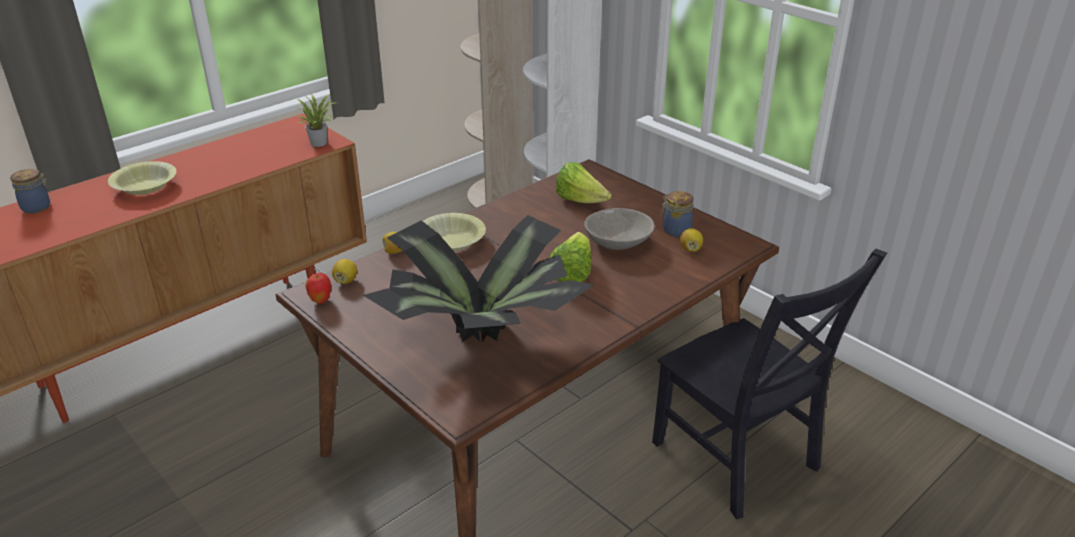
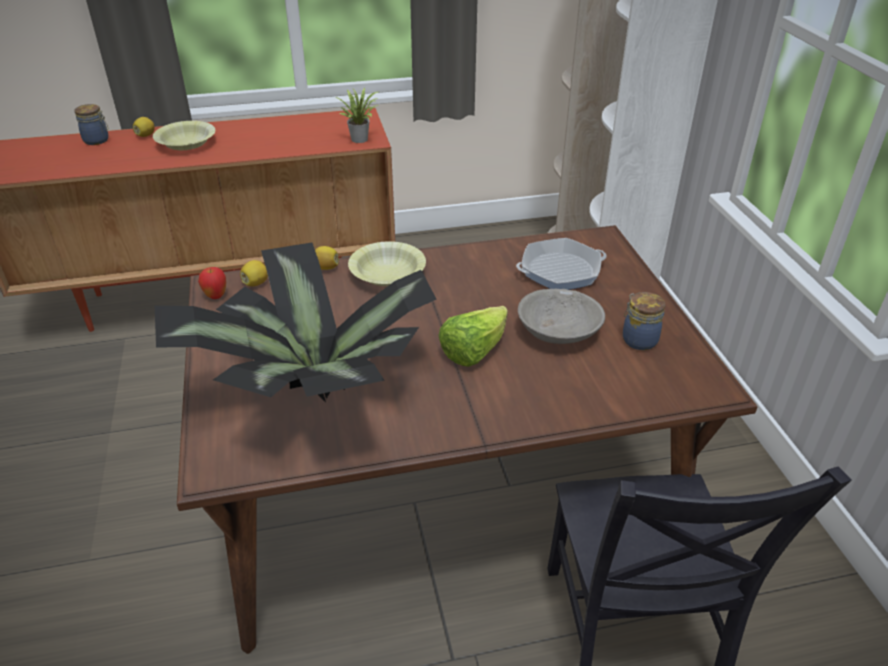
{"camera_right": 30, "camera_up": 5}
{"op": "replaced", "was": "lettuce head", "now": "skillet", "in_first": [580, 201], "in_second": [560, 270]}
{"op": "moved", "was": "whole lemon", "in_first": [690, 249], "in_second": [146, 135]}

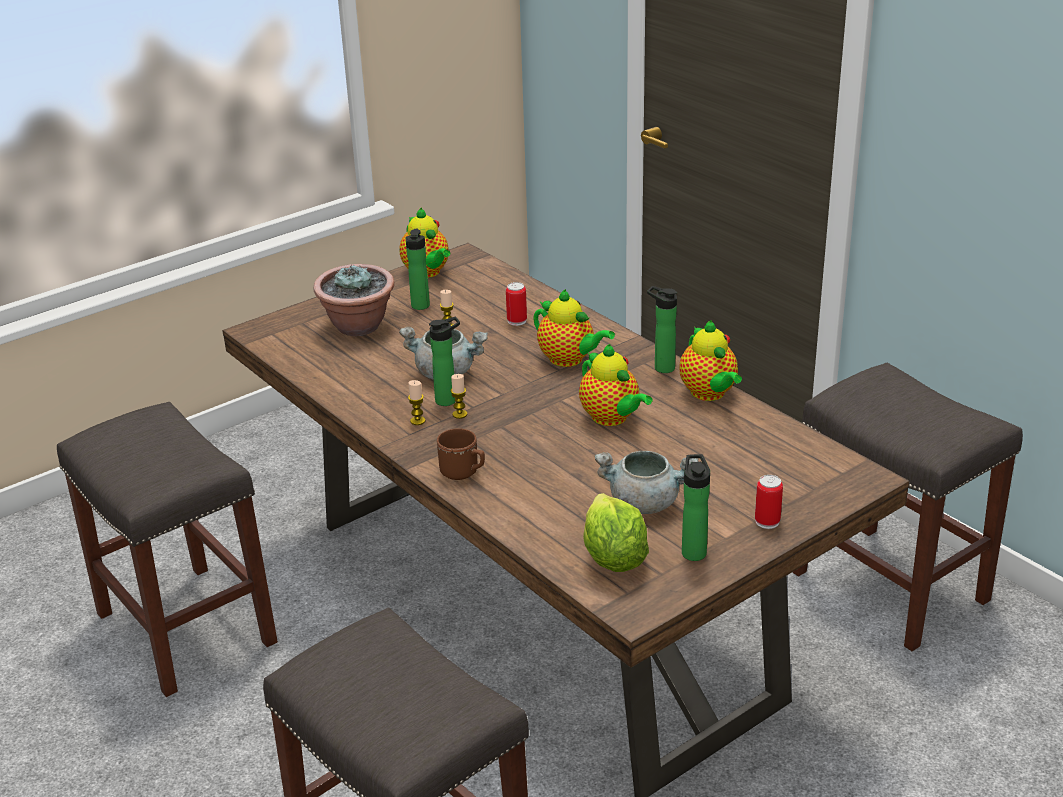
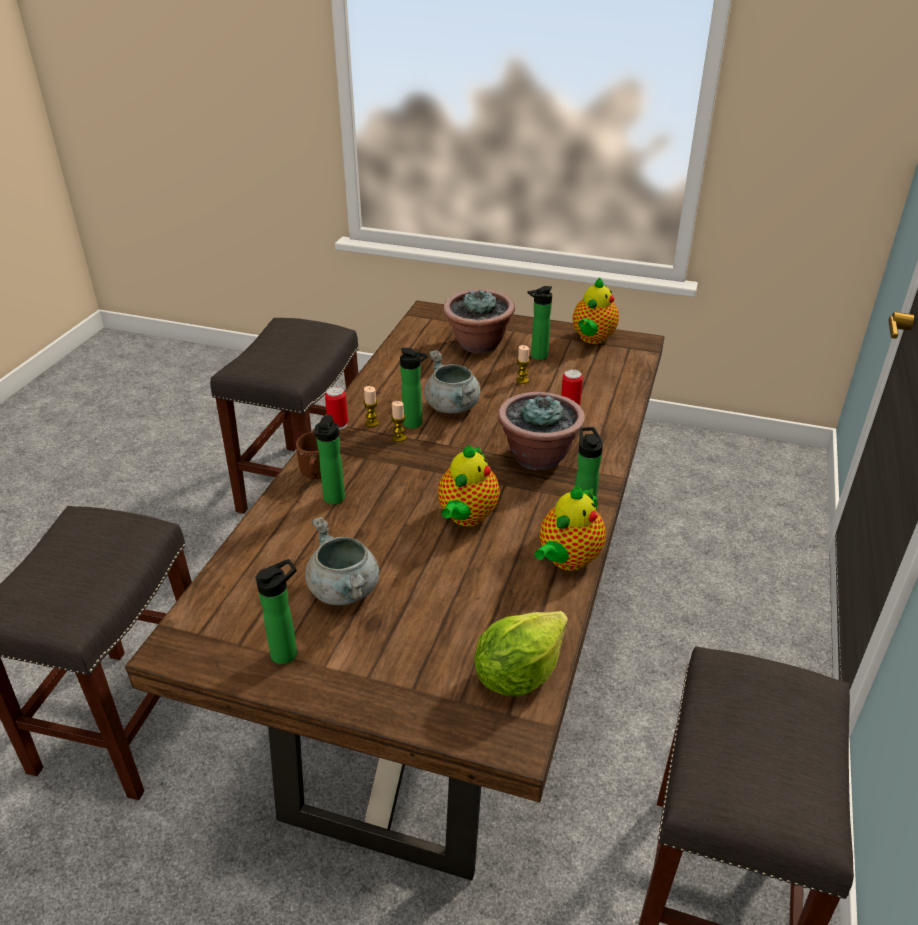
{"camera_right": 55, "camera_up": 5}
{"op": "replaced", "was": "teapot", "now": "plant in a pot", "in_first": [569, 360], "in_second": [538, 457]}
{"op": "moved", "was": "lettuce head", "in_first": [613, 558], "in_second": [518, 673]}
{"op": "moved", "was": "can", "in_first": [767, 521], "in_second": [338, 424]}
{"op": "added", "now": "bottle", "in_second": [333, 500]}

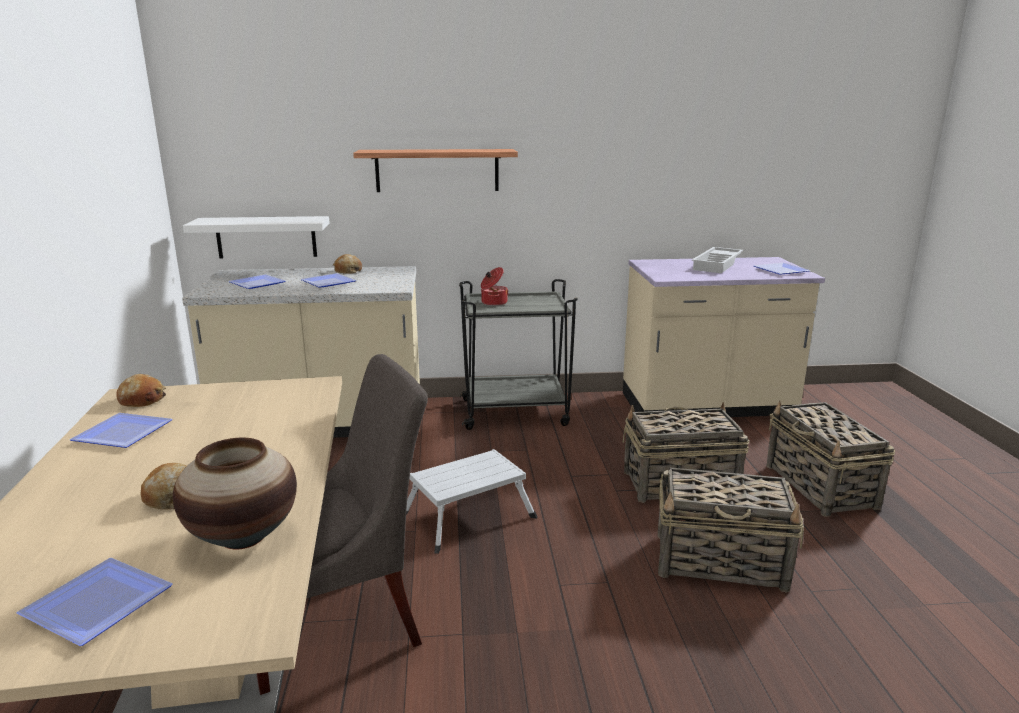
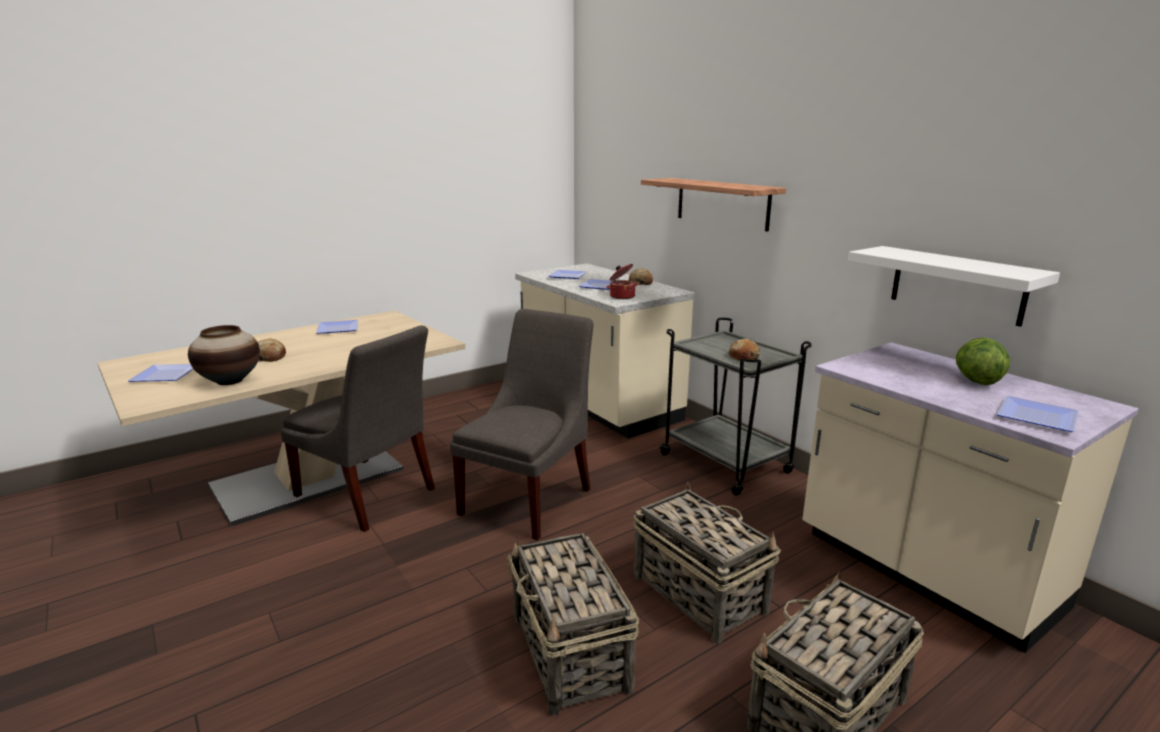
{"camera_right": 60, "camera_up": 0}
{"op": "moved", "was": "bakery bread", "in_first": [142, 399], "in_second": [744, 357]}
{"op": "moved", "was": "bracket shelf (white-coloured)", "in_first": [266, 237], "in_second": [957, 285]}
{"op": "replaced", "was": "step ladder (white-coloured)", "now": "plain chair (grey)", "in_first": [469, 515], "in_second": [530, 498]}
{"op": "moved", "was": "stockpot", "in_first": [493, 302], "in_second": [621, 296]}
{"op": "replaced", "was": "tray (white-coloured)", "now": "lettuce head", "in_first": [718, 265], "in_second": [975, 381]}

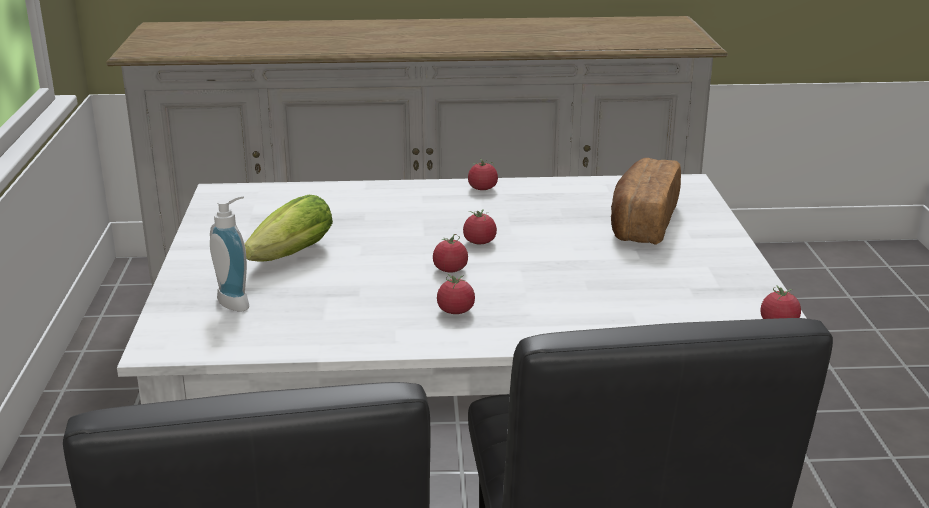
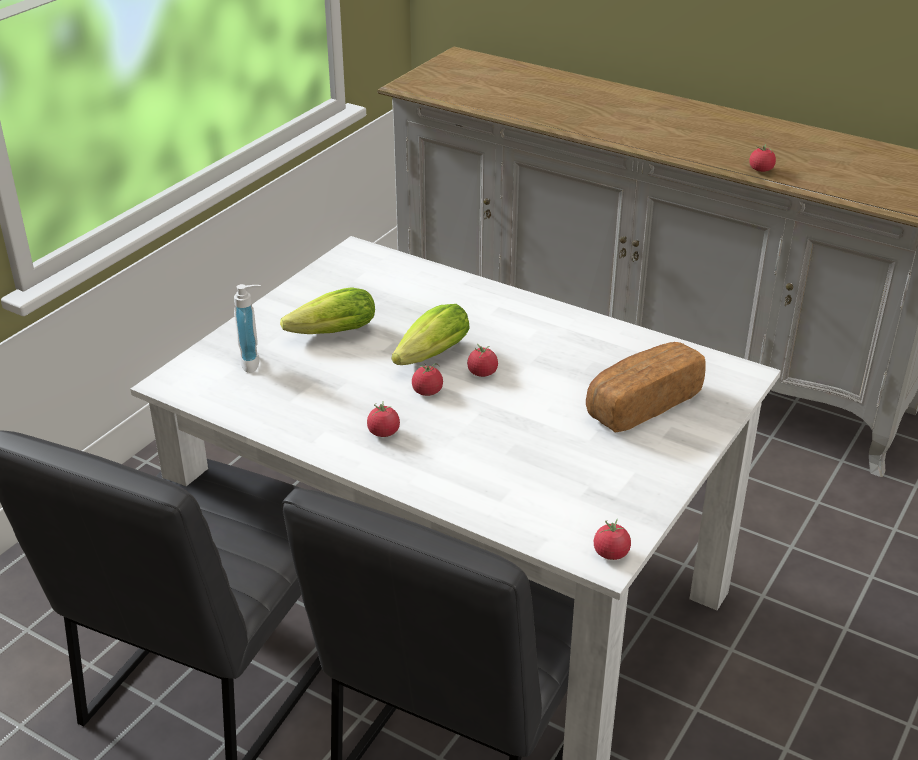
{"camera_right": 35, "camera_up": 10}
{"op": "moved", "was": "whole tomato", "in_first": [482, 189], "in_second": [761, 170]}
{"op": "added", "now": "lettuce head", "in_second": [428, 358]}

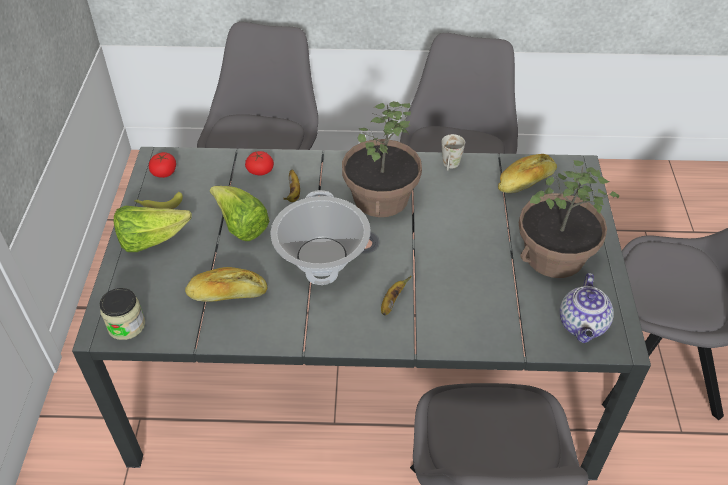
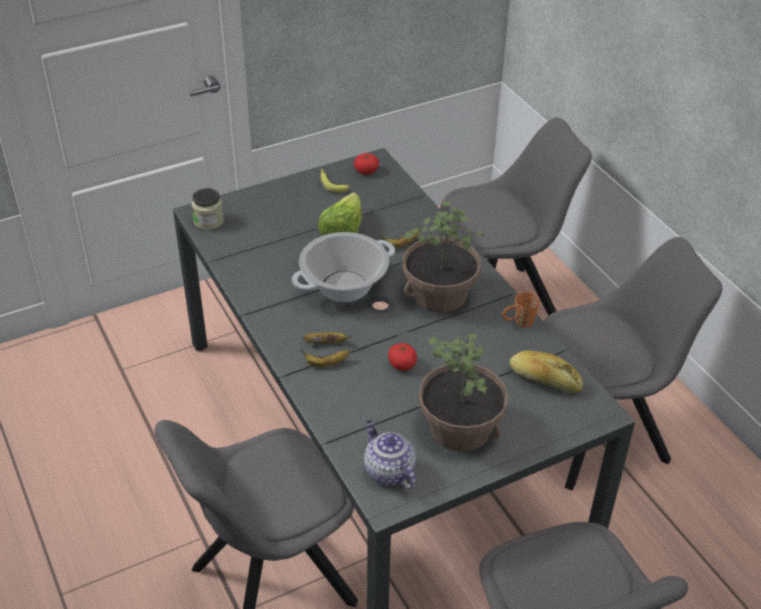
{"camera_right": 60, "camera_up": -5}
{"op": "removed", "was": "lettuce head", "in_first": [151, 240]}
{"op": "removed", "was": "bakery bread", "in_first": [227, 294]}
{"op": "moved", "was": "whole tomato", "in_first": [260, 170], "in_second": [402, 364]}
{"op": "recoloured", "was": "mug (white-coloured)", "now": "mug (orange-coloured)", "in_first": [450, 166], "in_second": [518, 322]}
{"op": "turned", "was": "teapot", "in_first": [583, 325], "in_second": [388, 471], "clockwise": 75}
{"op": "added", "now": "banana fruit", "in_second": [326, 363]}

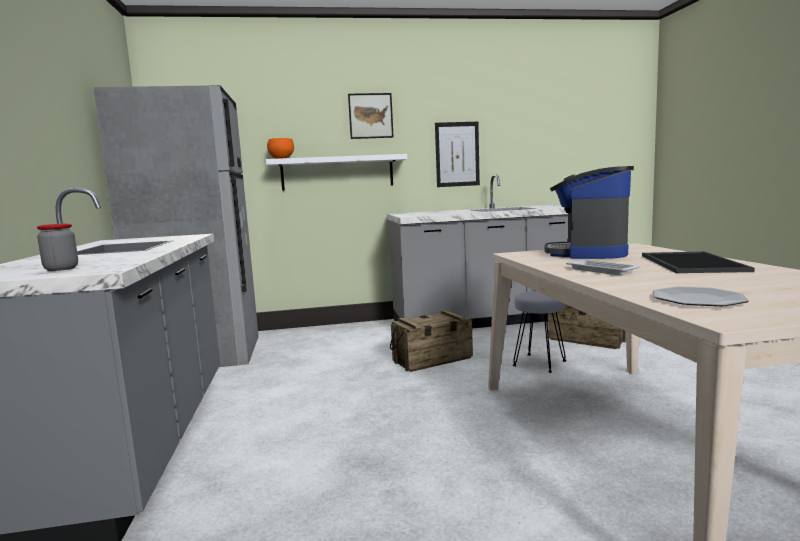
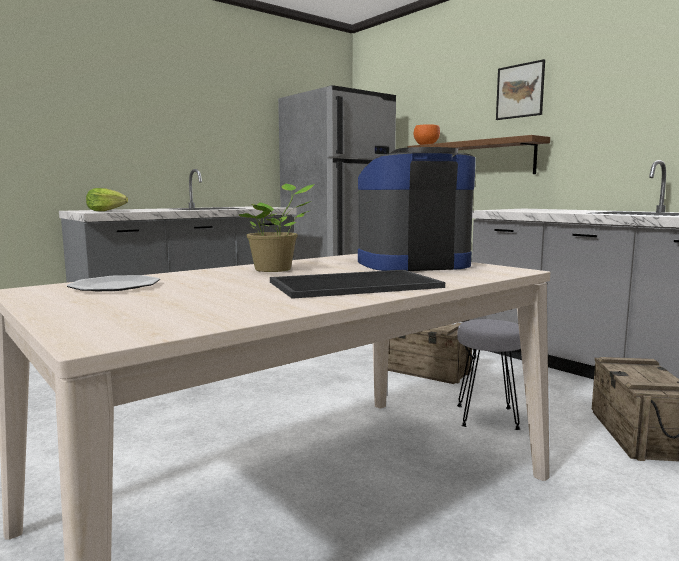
{"camera_right": 60, "camera_up": 0}
{"op": "replaced", "was": "storage jar", "now": "lettuce head", "in_first": [61, 269], "in_second": [106, 211]}
{"op": "recoloured", "was": "bracket shelf (white-coloured)", "now": "bracket shelf (brownish)", "in_first": [337, 173], "in_second": [481, 159]}
{"op": "removed", "was": "wall picture", "in_first": [457, 154]}
{"op": "replaced", "was": "tray (white-coloured)", "now": "plant in a pot", "in_first": [600, 270], "in_second": [276, 269]}

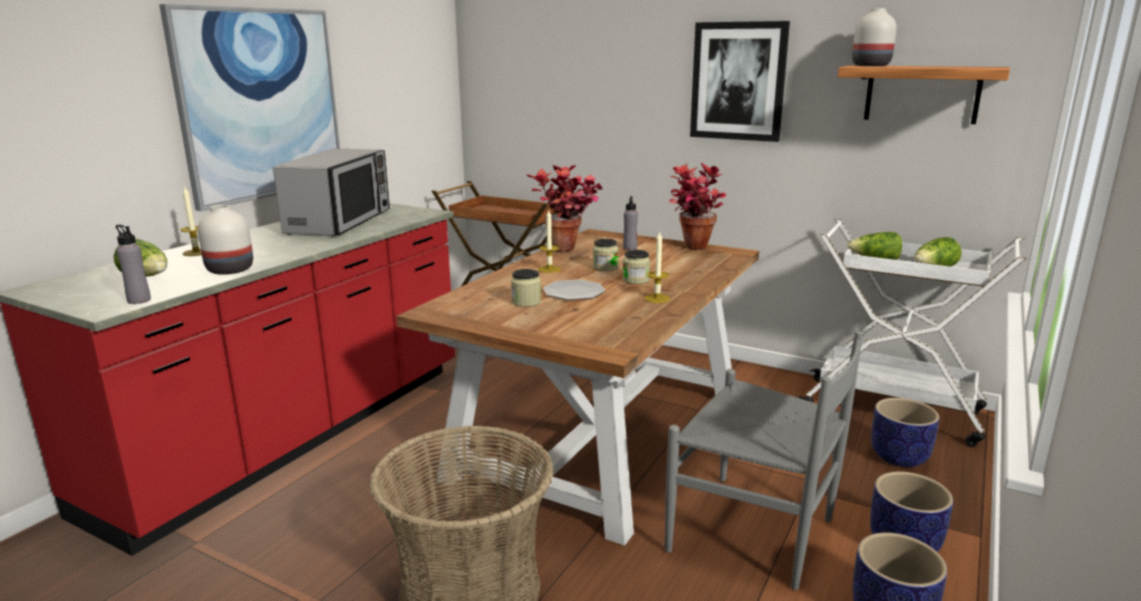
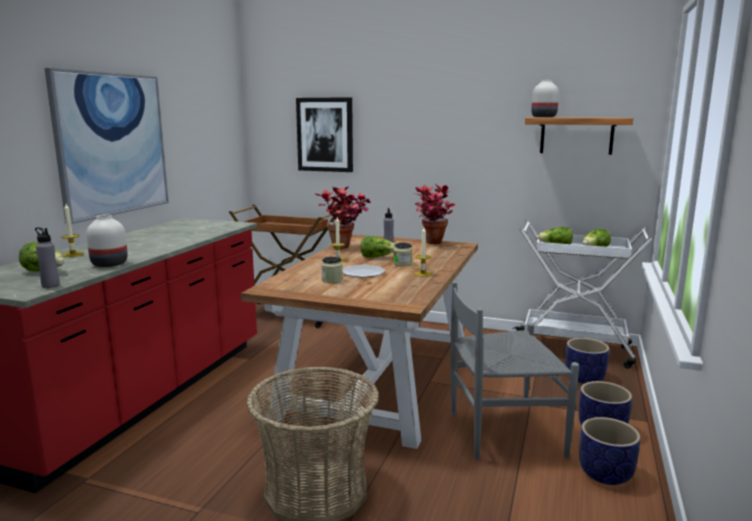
{"camera_right": -10, "camera_up": -5}
{"op": "removed", "was": "microwave oven", "in_first": [340, 222]}
{"op": "replaced", "was": "storage jar", "now": "lettuce head", "in_first": [605, 267], "in_second": [377, 257]}
{"op": "turned", "was": "plain chair (grey)", "in_first": [754, 533], "in_second": [503, 432], "clockwise": 150}
{"op": "moved", "was": "wall picture", "in_first": [738, 81], "in_second": [325, 134]}

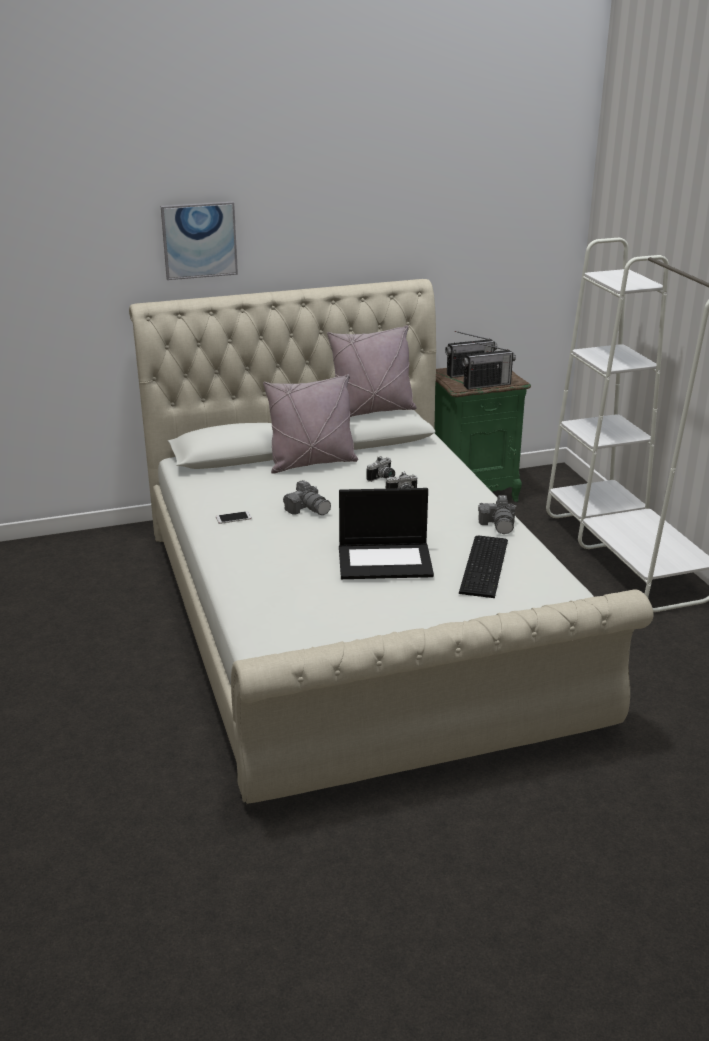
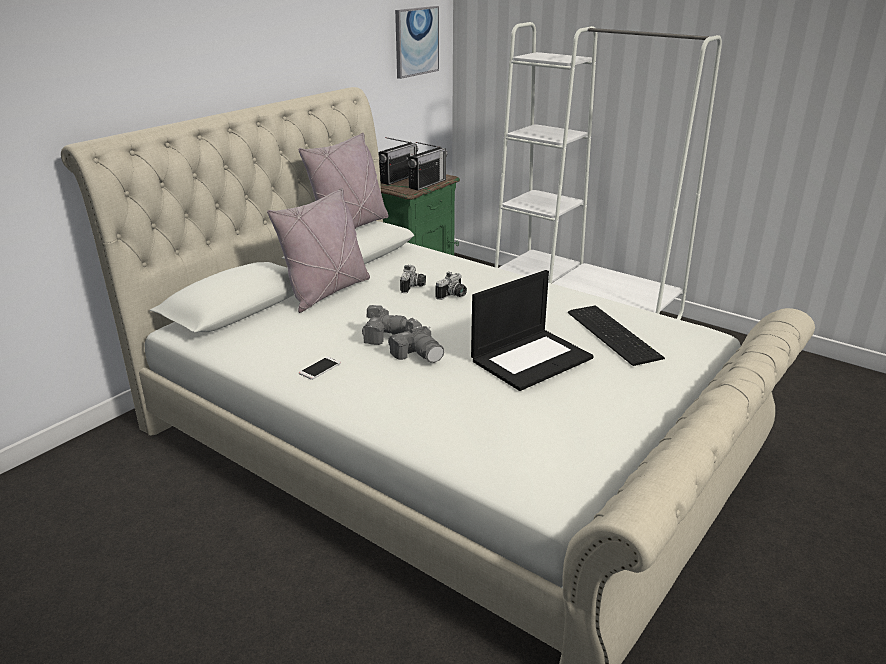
{"camera_right": -35, "camera_up": 0}
{"op": "moved", "was": "wall picture", "in_first": [199, 240], "in_second": [416, 41]}
{"op": "moved", "was": "still camera", "in_first": [499, 525], "in_second": [418, 353]}

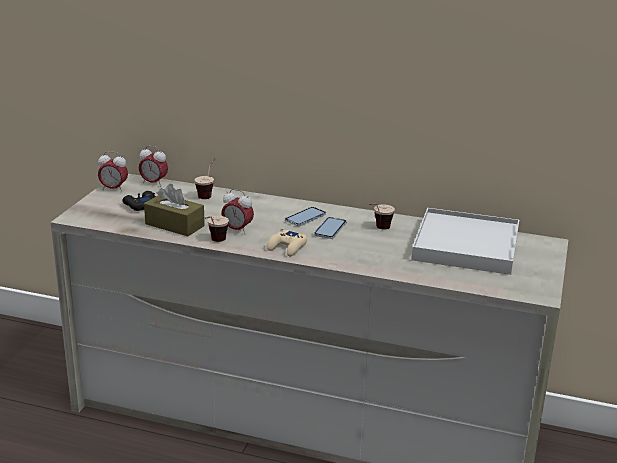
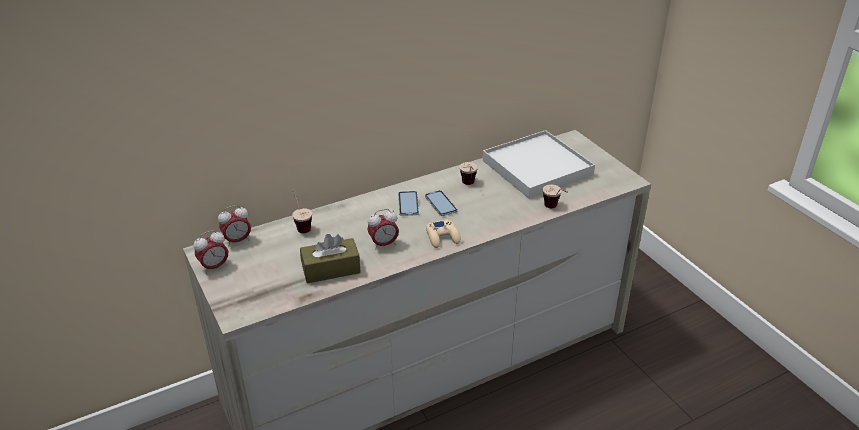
{"camera_right": -45, "camera_up": 10}
{"op": "removed", "was": "gamepad (blackish)", "in_first": [141, 205]}
{"op": "moved", "was": "drinking cup", "in_first": [214, 242], "in_second": [554, 209]}

